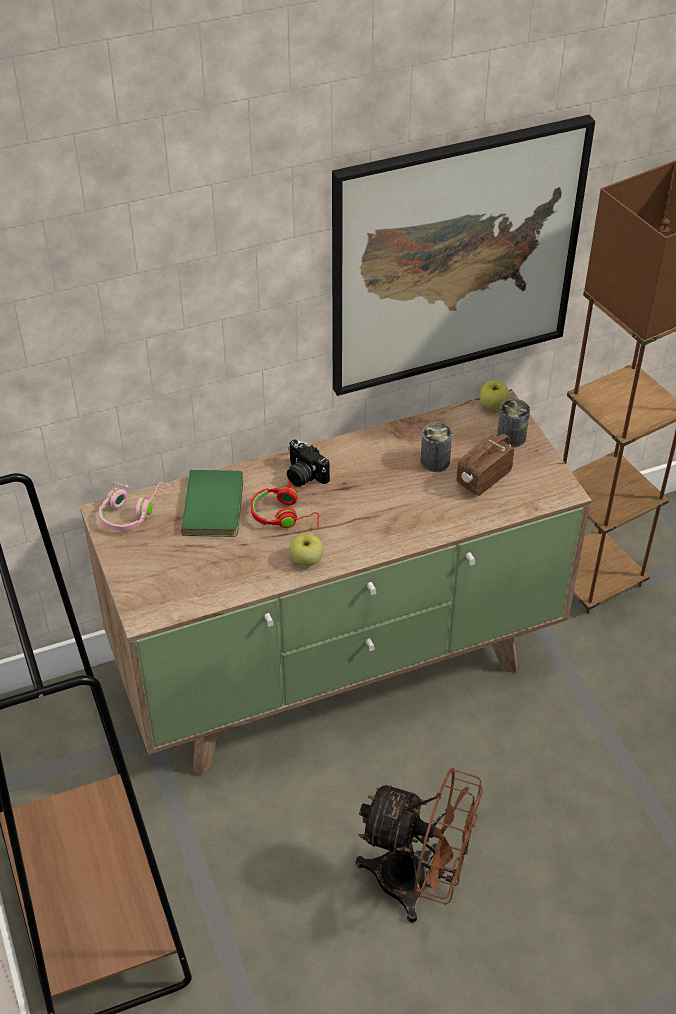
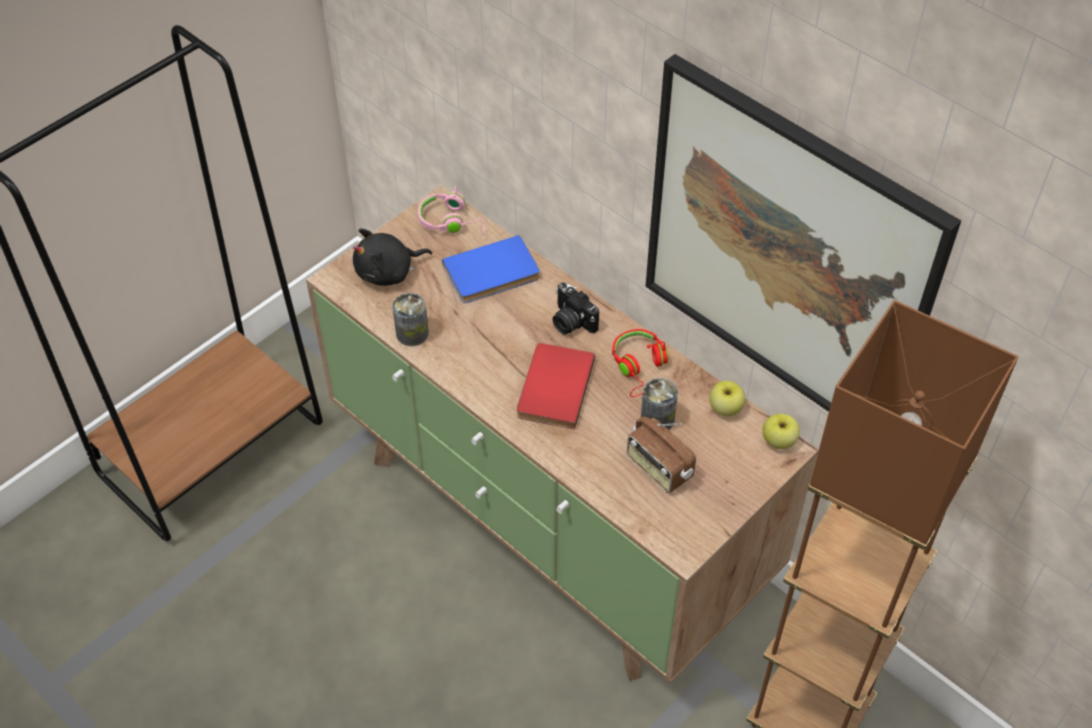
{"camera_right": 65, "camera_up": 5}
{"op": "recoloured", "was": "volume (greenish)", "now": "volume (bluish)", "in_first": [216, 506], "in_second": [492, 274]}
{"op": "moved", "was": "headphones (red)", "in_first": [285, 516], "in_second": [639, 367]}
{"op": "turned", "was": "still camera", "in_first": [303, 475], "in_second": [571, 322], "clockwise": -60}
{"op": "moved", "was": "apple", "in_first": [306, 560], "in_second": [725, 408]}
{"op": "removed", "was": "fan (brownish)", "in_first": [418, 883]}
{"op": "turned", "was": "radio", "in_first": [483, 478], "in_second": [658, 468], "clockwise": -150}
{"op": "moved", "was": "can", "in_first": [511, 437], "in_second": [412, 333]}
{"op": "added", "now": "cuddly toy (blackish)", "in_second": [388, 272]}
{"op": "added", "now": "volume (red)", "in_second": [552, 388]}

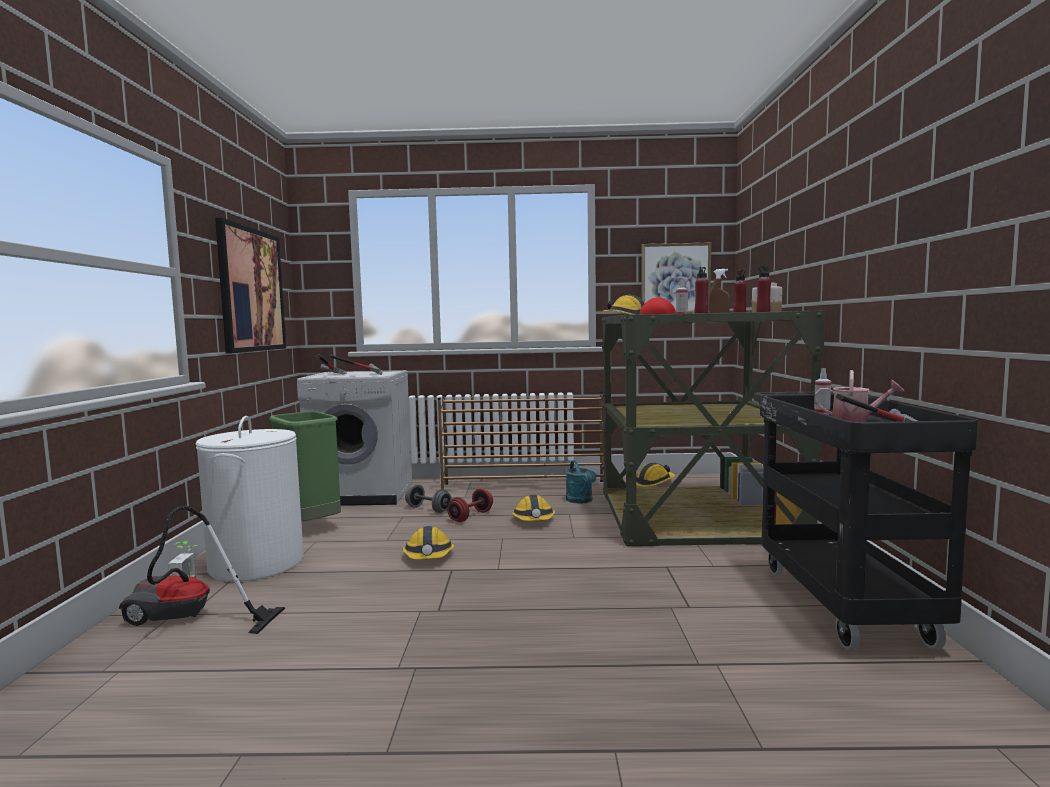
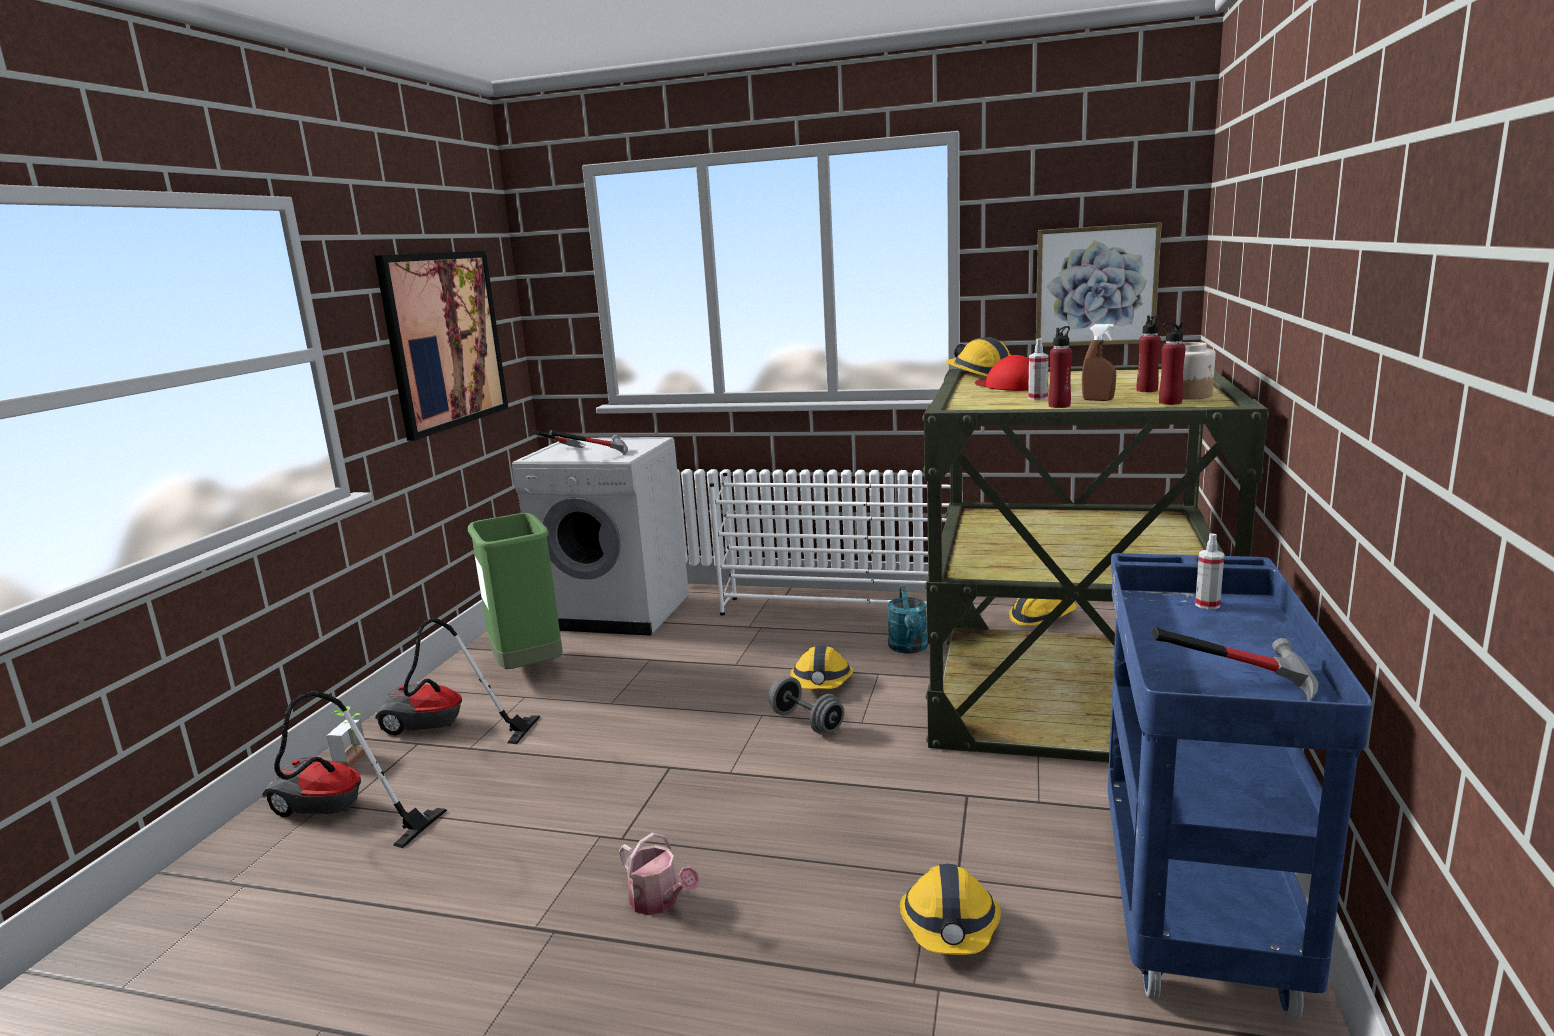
{"camera_right": 15, "camera_up": 10}
{"op": "replaced", "was": "laundry basket (white-coloured)", "now": "vacuum", "in_first": [256, 563], "in_second": [442, 729]}
{"op": "moved", "was": "work helmet", "in_first": [429, 556], "in_second": [950, 926]}
{"op": "moved", "was": "free weight (grey)", "in_first": [428, 509], "in_second": [806, 722]}
{"op": "recoloured", "was": "shoe rack (brownish)", "now": "shoe rack (white-coloured)", "in_first": [524, 486], "in_second": [841, 612]}
{"op": "removed", "was": "free weight (red)", "in_first": [471, 516]}
{"op": "recoloured", "was": "trolley (blackish)", "now": "trolley (bluish)", "in_first": [838, 602], "in_second": [1193, 900]}
{"op": "moved", "was": "sprinkling can", "in_first": [856, 419], "in_second": [659, 901]}

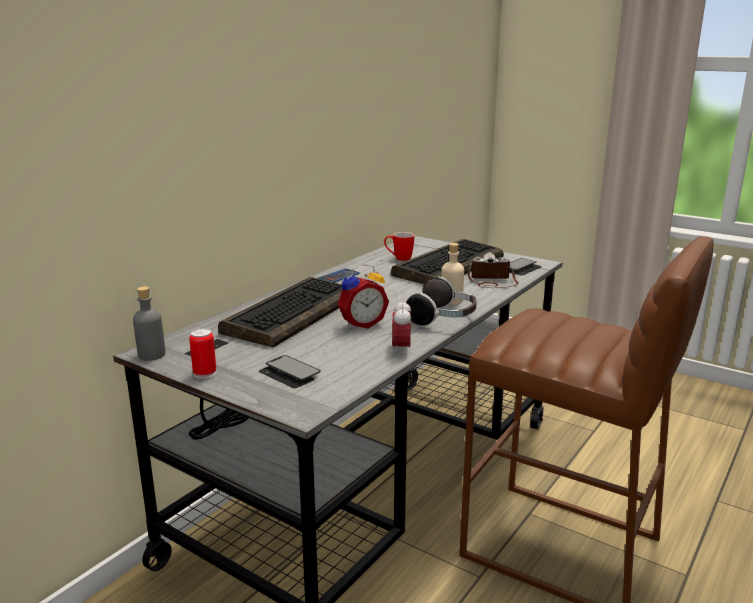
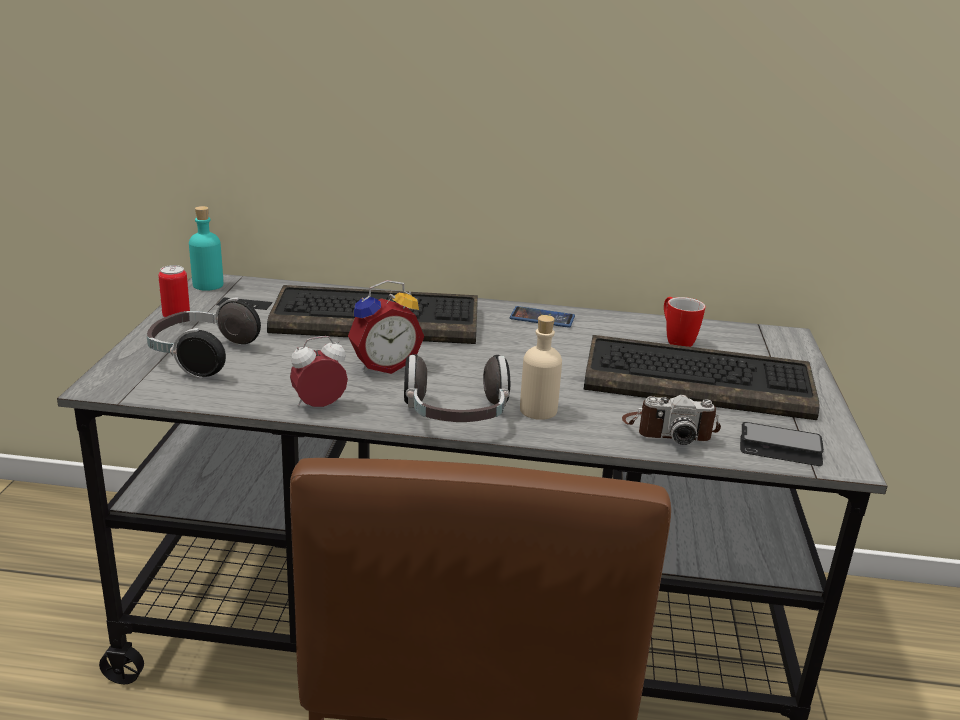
{"camera_right": 60, "camera_up": 5}
{"op": "recoloured", "was": "bottle (grey)", "now": "bottle (turquoise)", "in_first": [151, 355], "in_second": [208, 285]}
{"op": "replaced", "was": "phone", "now": "headphones", "in_first": [289, 373], "in_second": [200, 357]}
{"op": "turned", "was": "table clock", "in_first": [361, 324], "in_second": [383, 365], "clockwise": -60}
{"op": "turned", "was": "still camera", "in_first": [492, 282], "in_second": [669, 430], "clockwise": 120}

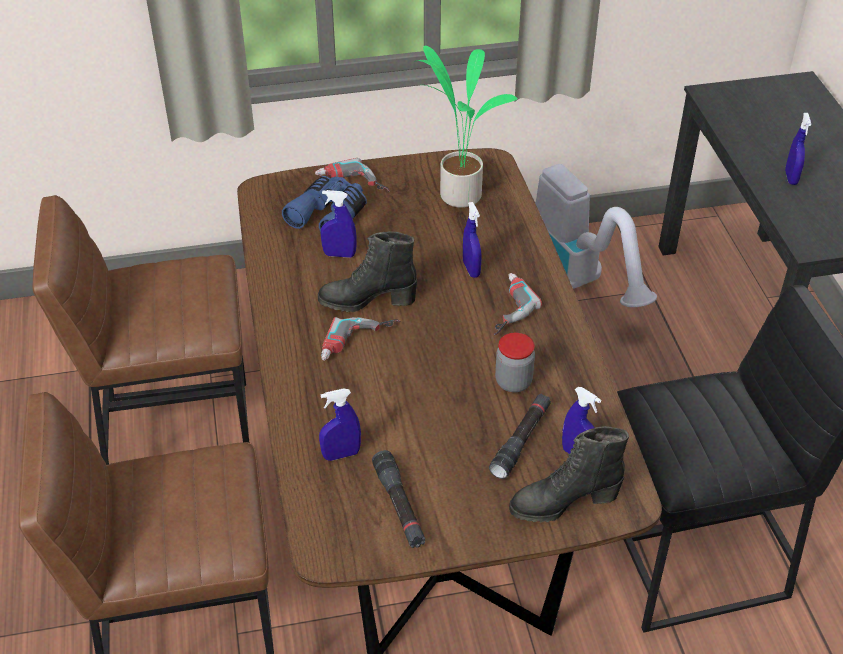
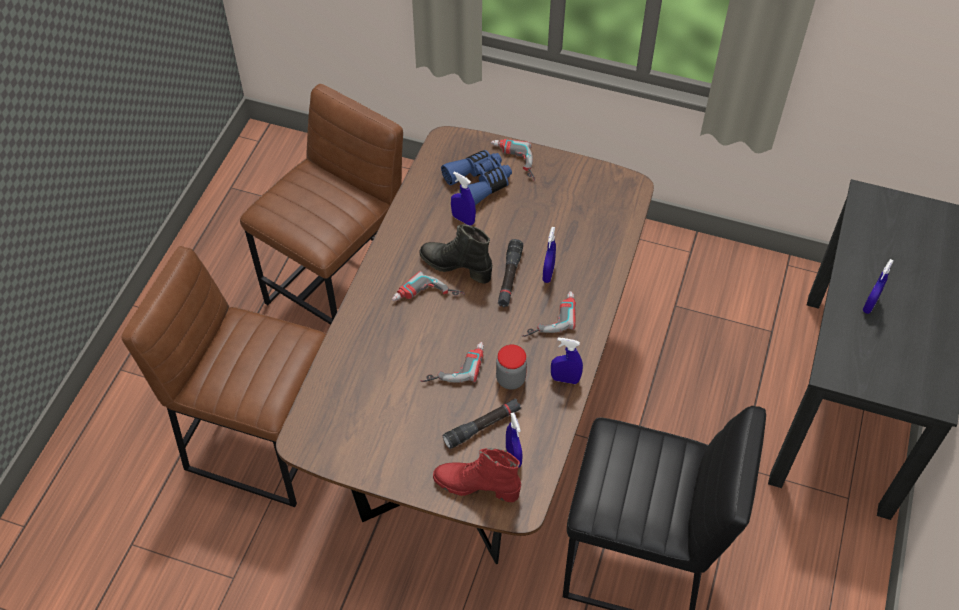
{"camera_right": 30, "camera_up": 10}
{"op": "turned", "was": "plain chair (brownish)", "in_first": [176, 436], "in_second": [340, 289], "clockwise": 105}
{"op": "moved", "was": "hand sprayer (bluish)", "in_first": [341, 454], "in_second": [565, 379]}
{"op": "moved", "was": "hand torch (blackish)", "in_first": [399, 505], "in_second": [509, 277]}
{"op": "removed", "was": "plant in a pot", "in_first": [459, 194]}
{"op": "recoloured", "was": "high-top boot (blackish)", "now": "high-top boot (red)", "in_first": [563, 502], "in_second": [477, 486]}
{"op": "removed", "was": "vacuum", "in_first": [579, 284]}
{"op": "added", "now": "electric drill", "in_second": [453, 365]}

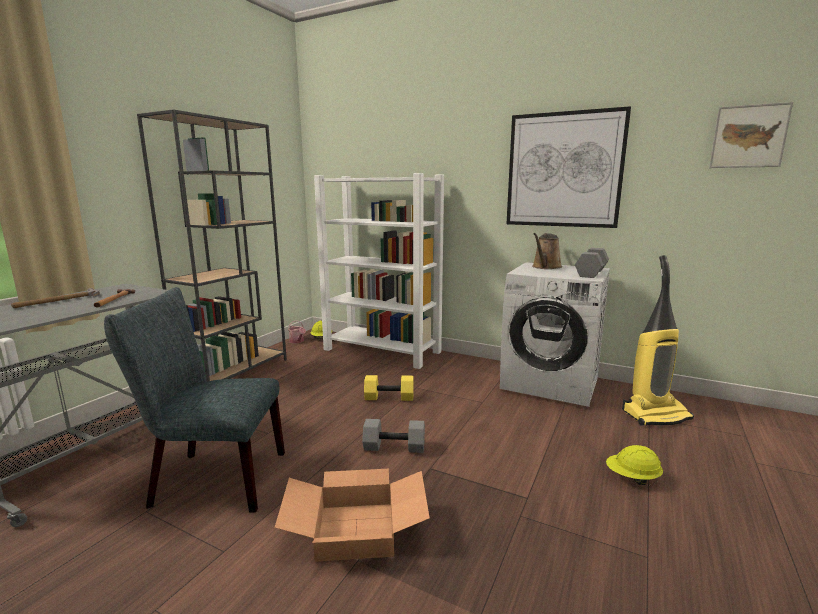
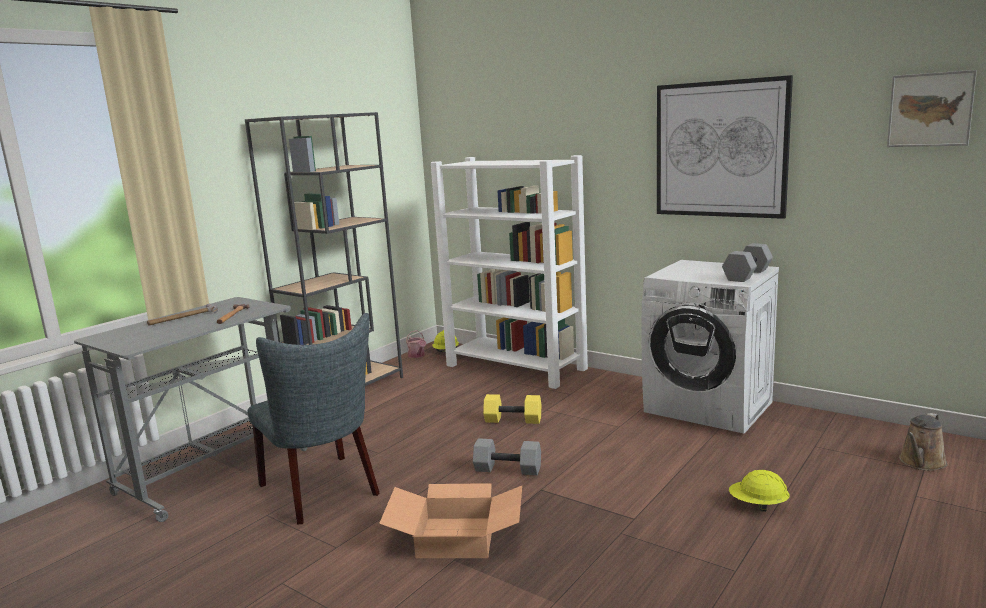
{"camera_right": 10, "camera_up": 0}
{"op": "turned", "was": "plain chair (grey)", "in_first": [211, 479], "in_second": [324, 492], "clockwise": -135}
{"op": "moved", "was": "sprinkling can (brownish)", "in_first": [545, 267], "in_second": [921, 463]}
{"op": "removed", "was": "vacuum", "in_first": [655, 415]}

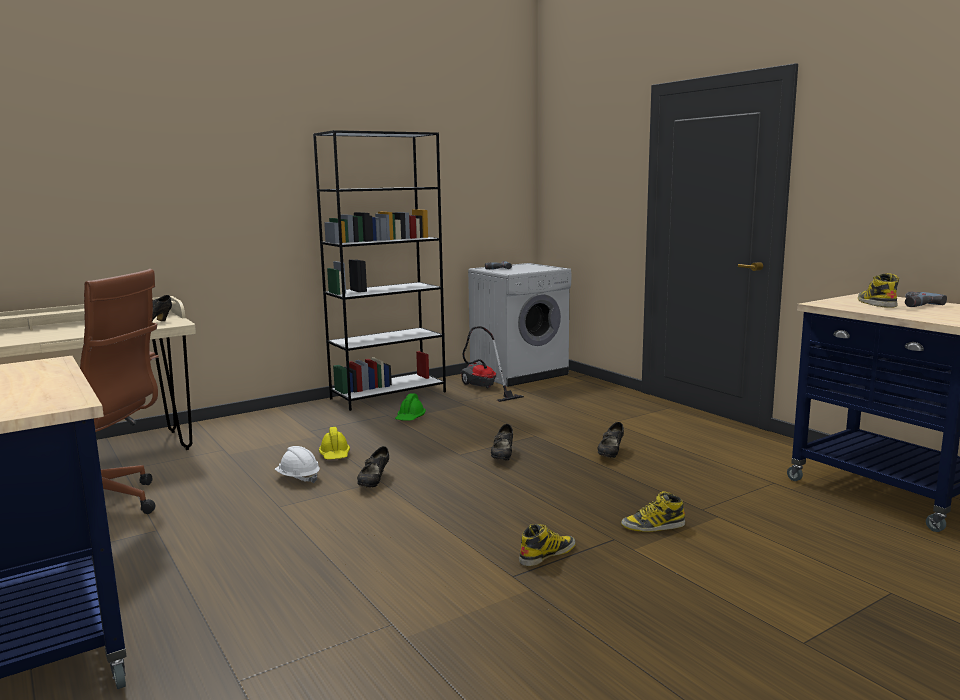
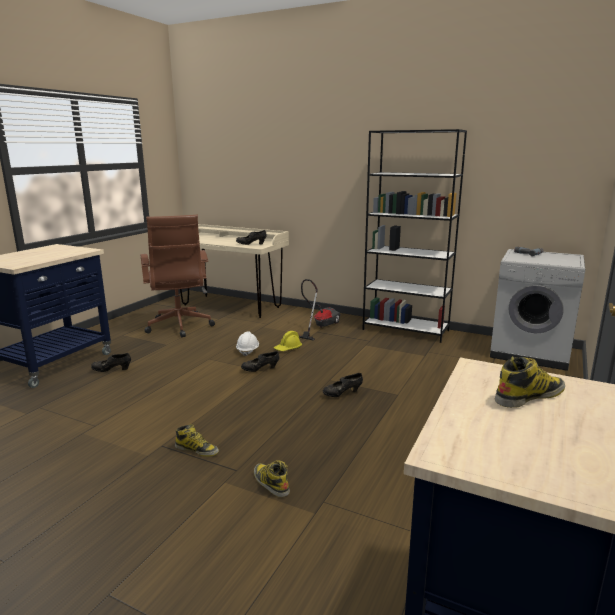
{"camera_right": 60, "camera_up": 5}
{"op": "removed", "was": "work helmet (greenish)", "in_first": [410, 418]}
{"op": "moved", "was": "vacuum", "in_first": [483, 388], "in_second": [319, 327]}
{"op": "moved", "was": "low shoe (blackish)", "in_first": [610, 454], "in_second": [112, 370]}
{"op": "removed", "was": "electric drill", "in_first": [914, 304]}

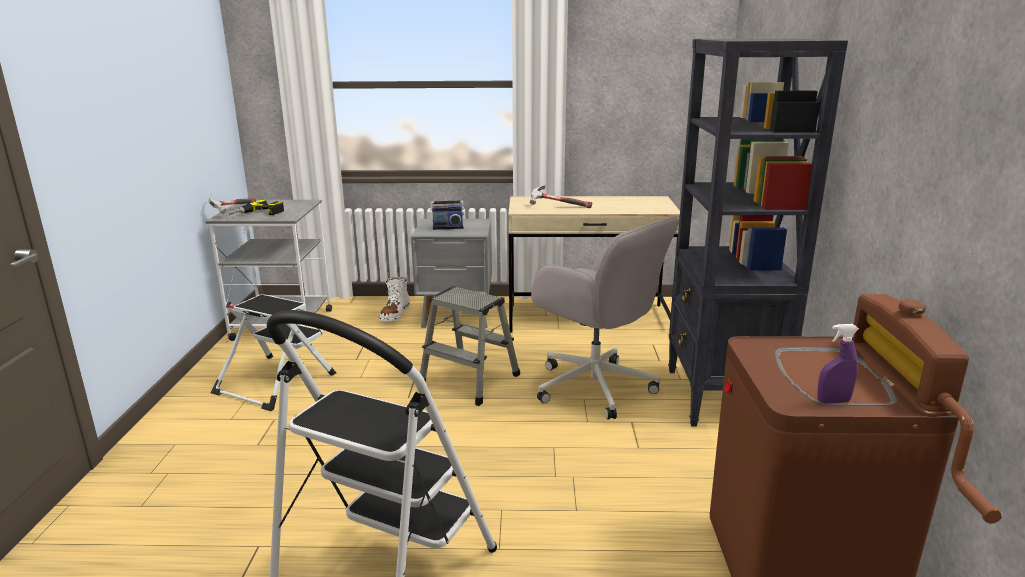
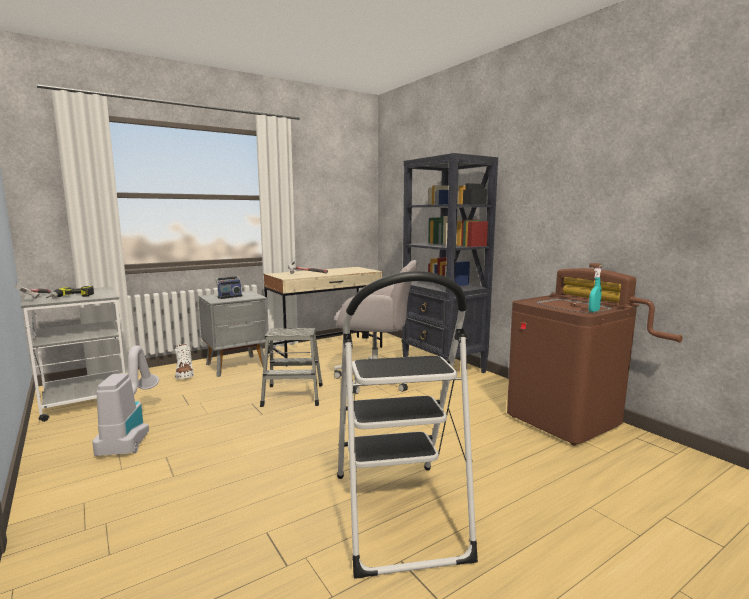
{"camera_right": -35, "camera_up": -10}
{"op": "replaced", "was": "step ladder", "now": "vacuum", "in_first": [275, 381], "in_second": [131, 434]}
{"op": "recoloured", "was": "hand sprayer (purple)", "now": "hand sprayer (turquoise)", "in_first": [833, 401], "in_second": [594, 311]}

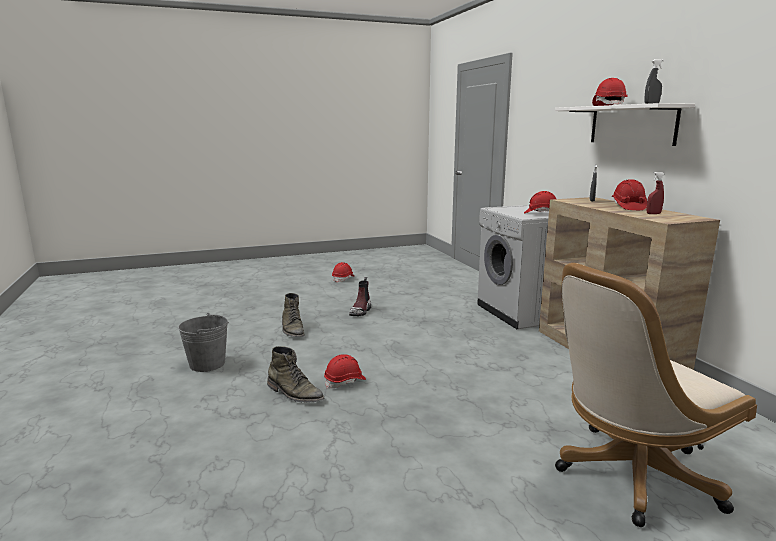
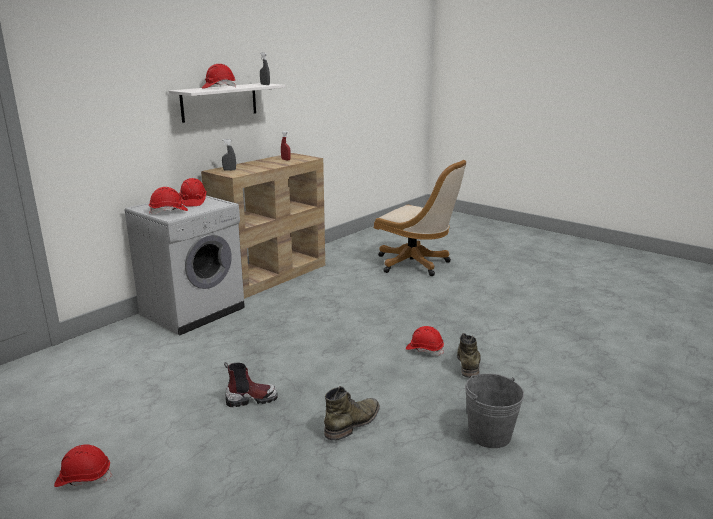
{"camera_right": -120, "camera_up": 5}
{"op": "moved", "was": "work helmet (red)", "in_first": [628, 207], "in_second": [169, 211]}

